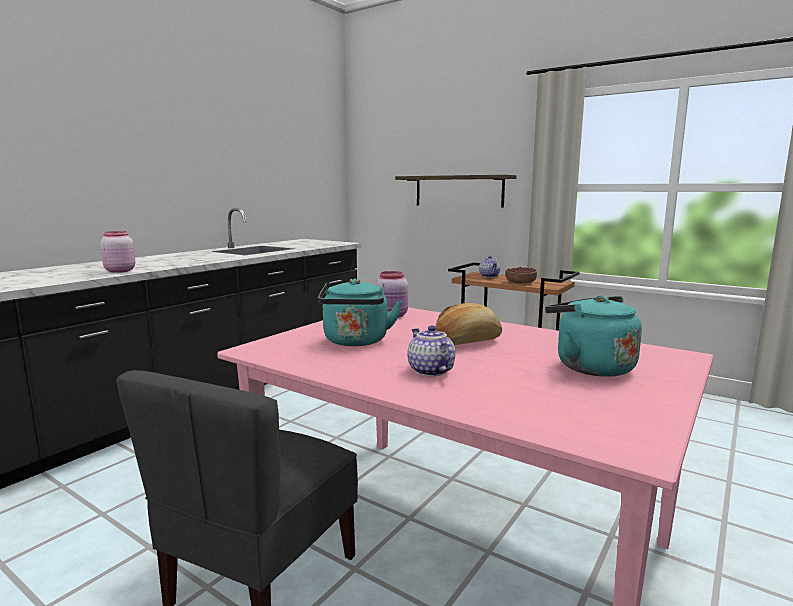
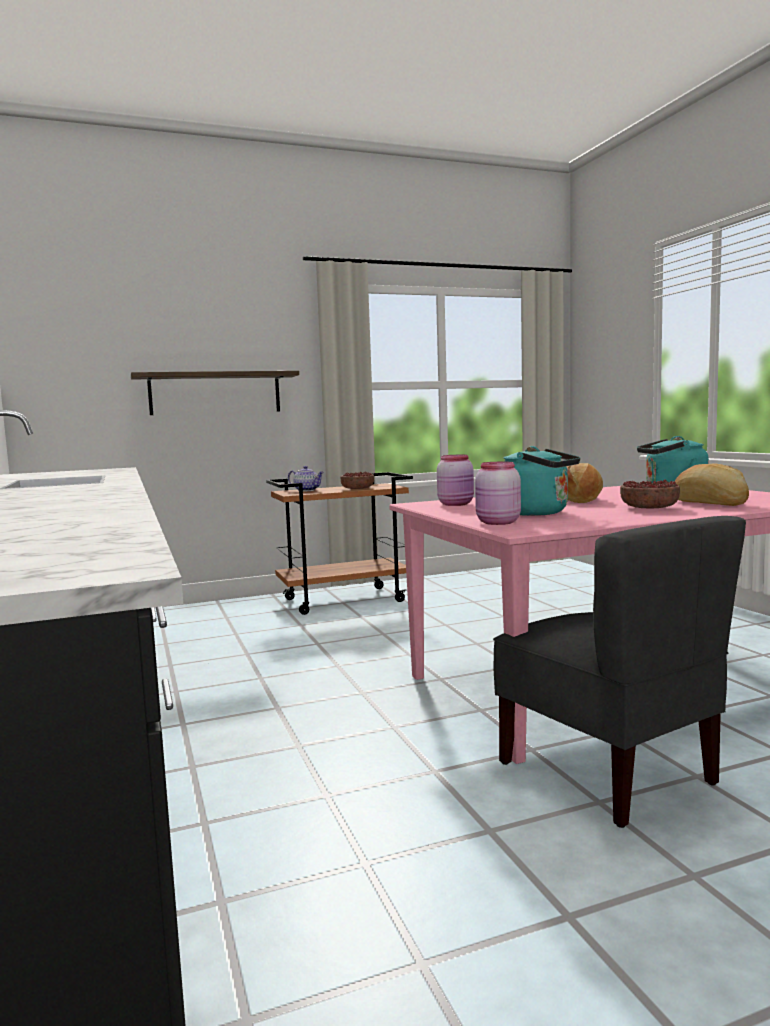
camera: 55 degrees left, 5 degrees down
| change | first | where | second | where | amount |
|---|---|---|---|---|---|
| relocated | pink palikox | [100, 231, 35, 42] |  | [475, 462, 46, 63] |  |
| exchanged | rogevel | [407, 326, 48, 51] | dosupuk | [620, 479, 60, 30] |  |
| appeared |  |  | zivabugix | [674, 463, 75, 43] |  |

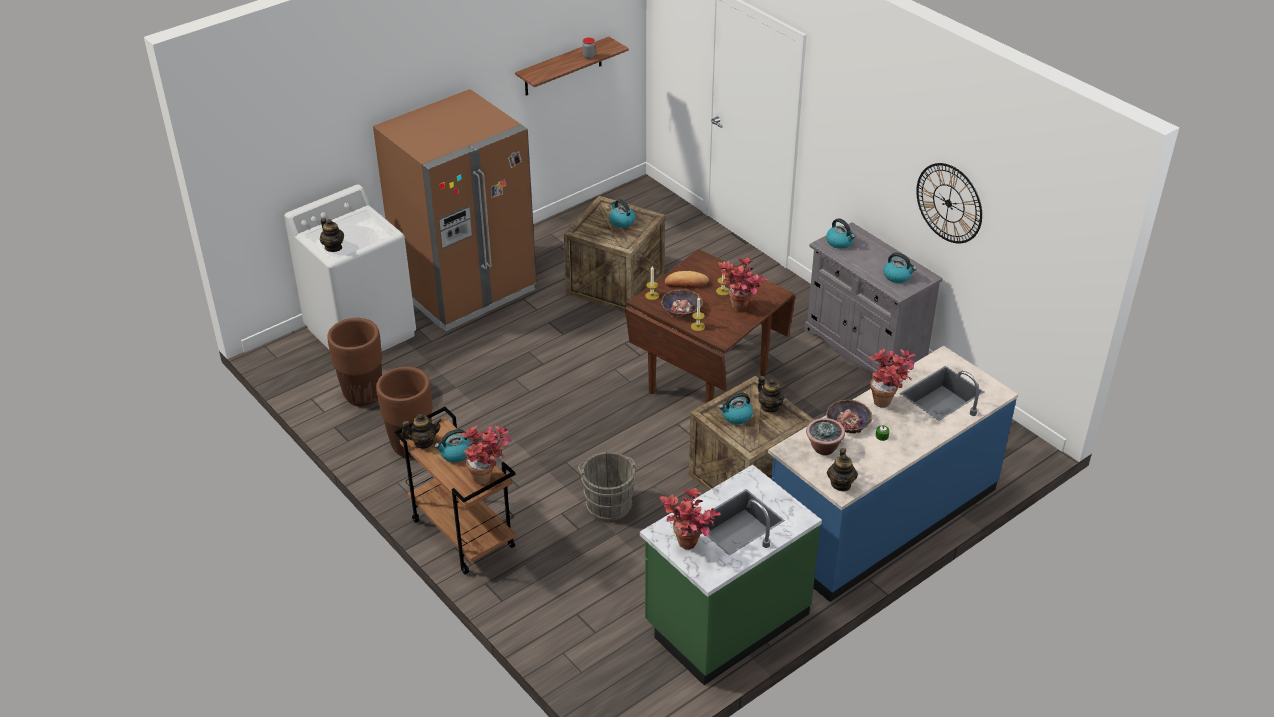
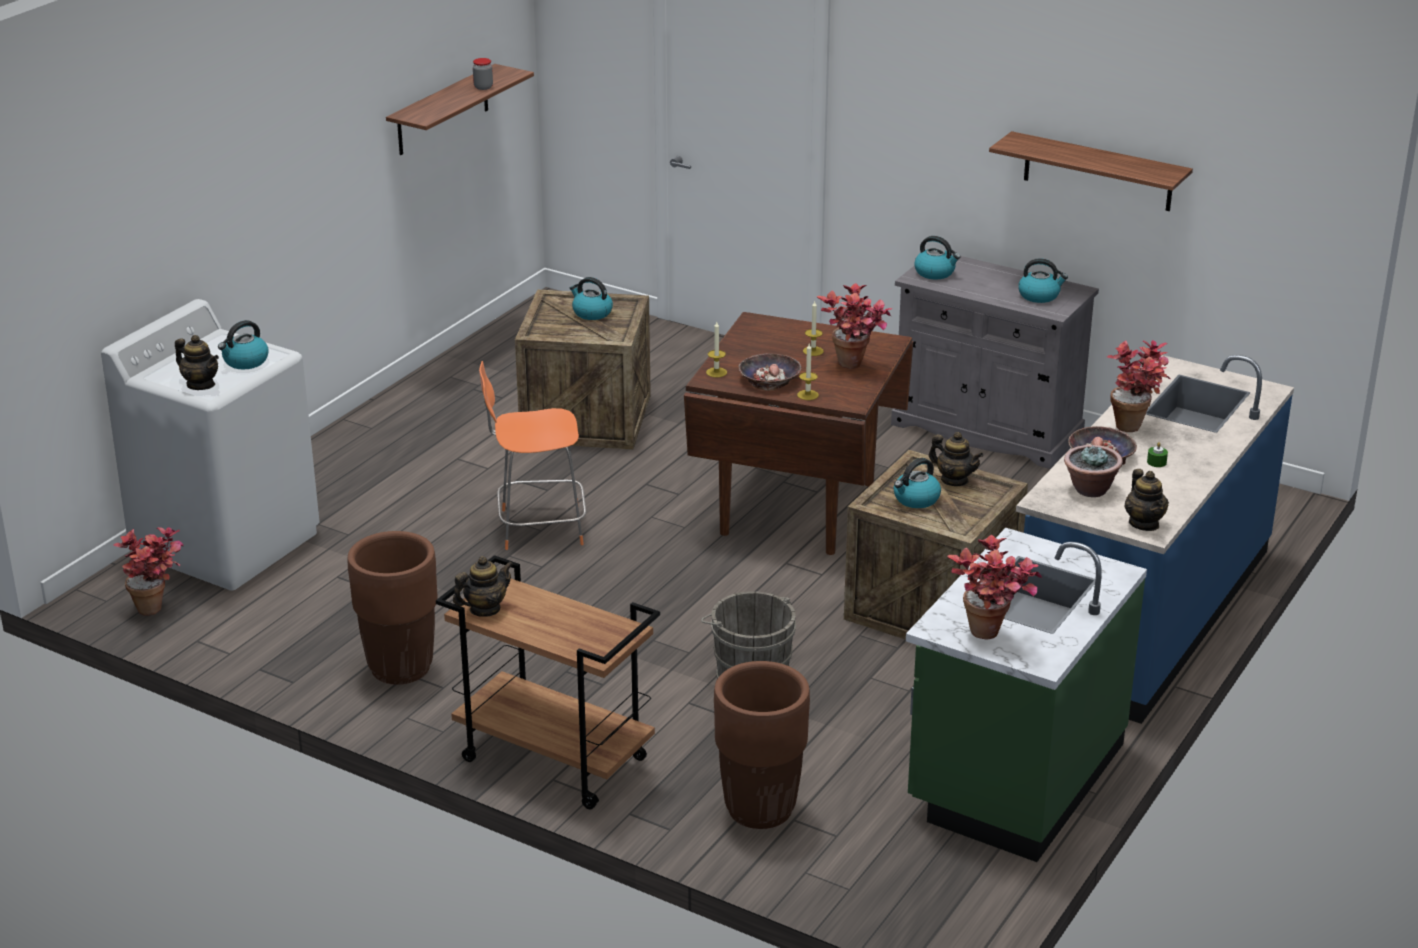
camera: 20 degrees left, 10 degrees down
| change | first | where | second | where | amount |
|---|---|---|---|---|---|
| relocated | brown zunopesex | [327, 318, 55, 88] |  | [714, 661, 96, 168] |  |
| missing | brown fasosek | [373, 89, 164, 242] |  |  |  |
| relocated | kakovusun | [434, 429, 38, 33] |  | [218, 320, 50, 49] |  |
| relocated | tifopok | [461, 425, 51, 60] |  | [113, 527, 70, 89] |  |
| missing | zivabugix | [665, 271, 44, 18] |  |  |  |
| exchanged | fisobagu | [916, 163, 66, 81] | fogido | [989, 131, 204, 80] |  |
| appeared |  |  | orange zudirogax | [479, 361, 107, 189] |  |

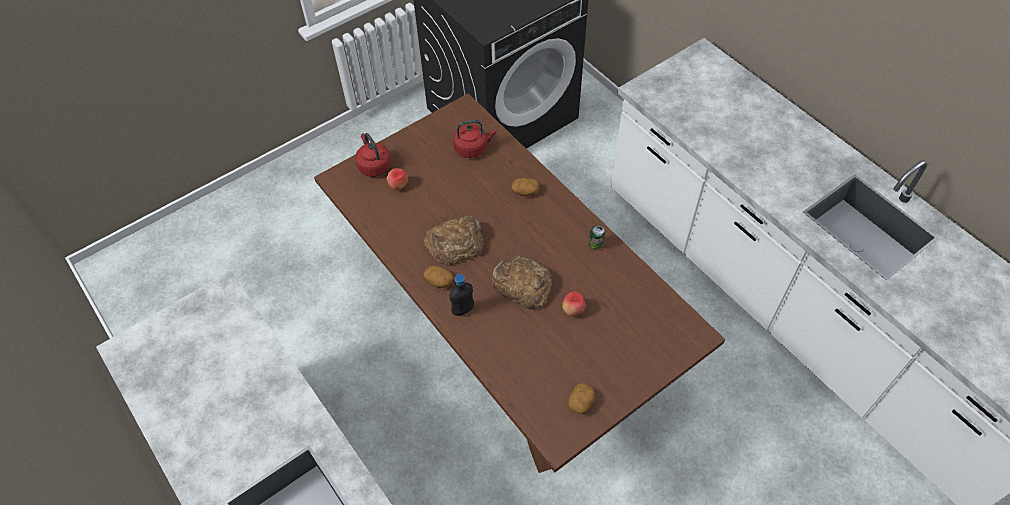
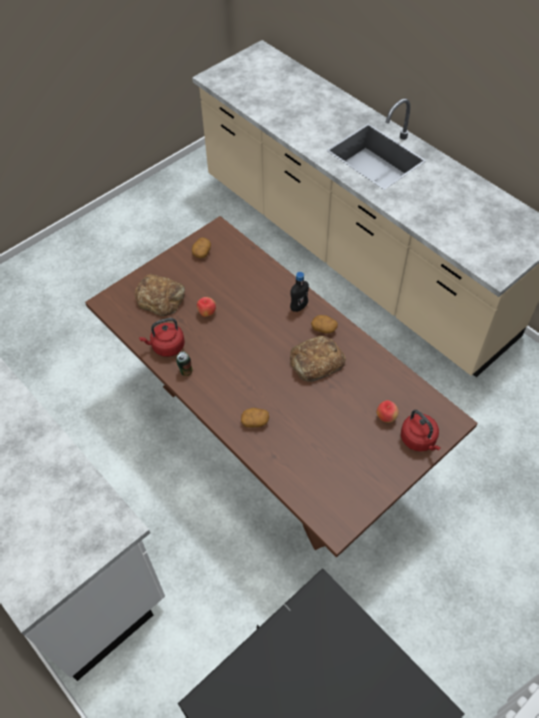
camera: 175 degrees right, 0 degrees up
| change | first | where | second | where | amount |
|---|---|---|---|---|---|
| relocated | red kakovusun | [453, 120, 43, 38] |  | [139, 318, 46, 39] |  |
| relocated | zivabugix | [492, 255, 60, 55] |  | [135, 274, 50, 42] |  |

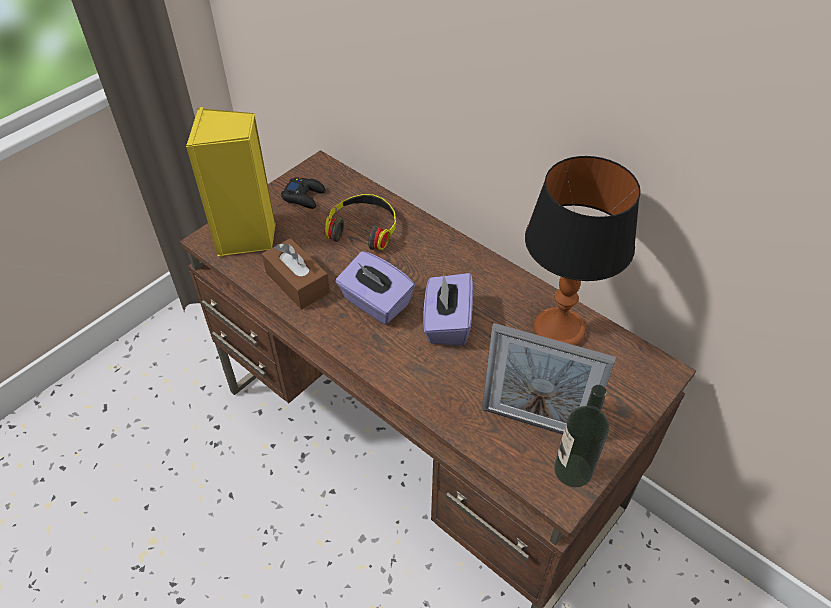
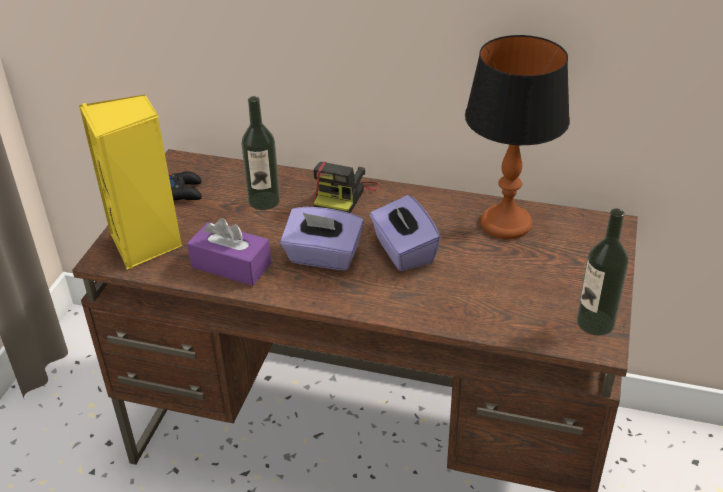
camera: 25 degrees left, 10 degrees down
| change | first | where | second | where | amount |
|---|---|---|---|---|---|
| colour | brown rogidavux | [262, 238, 68, 71] | purple rogidavux | [187, 218, 84, 68] |  |
| exchanged | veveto | [324, 194, 72, 56] | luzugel | [241, 96, 39, 114] |  |
| missing | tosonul | [482, 323, 134, 112] |  |  |  |
| appeared |  |  | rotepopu | [313, 162, 66, 51] |  |

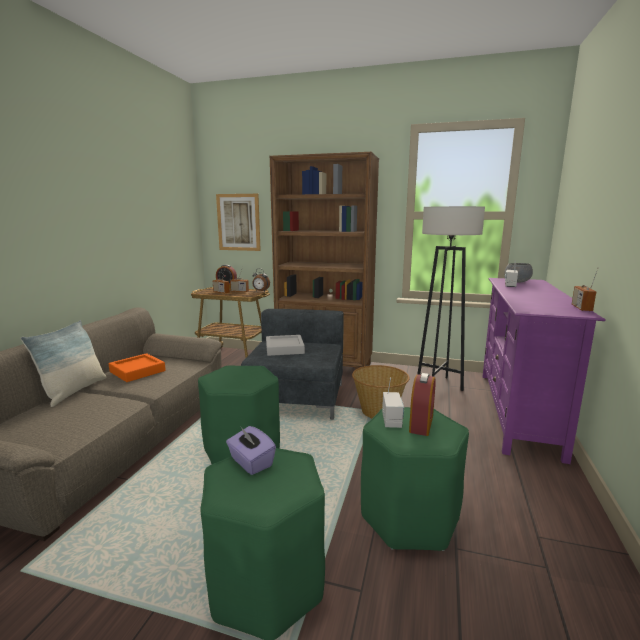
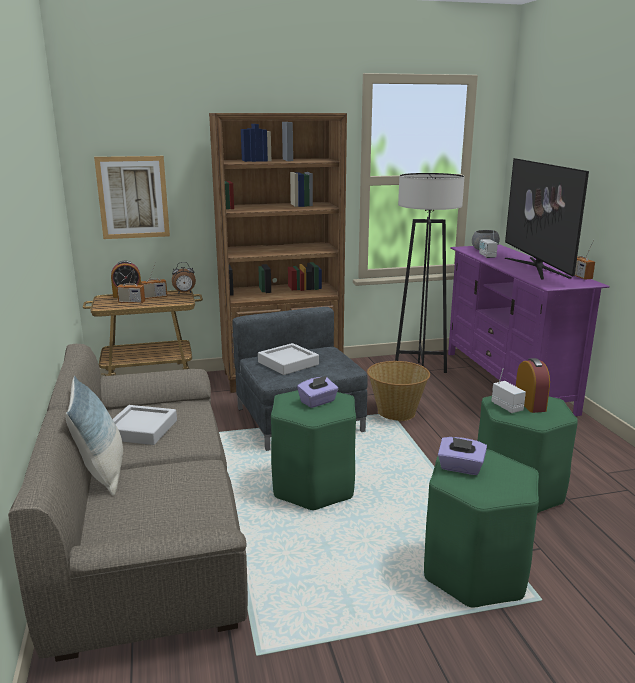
camera: 30 degrees left, 5 degrees up
| change | first | where | second | where | amount |
|---|---|---|---|---|---|
| colour | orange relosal | [109, 353, 57, 29] | grey relosal | [113, 405, 64, 40] |  |
| appeared |  |  | purple rogidavux | [297, 376, 41, 32] |  |
| appeared |  |  | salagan | [505, 158, 84, 121] |  |

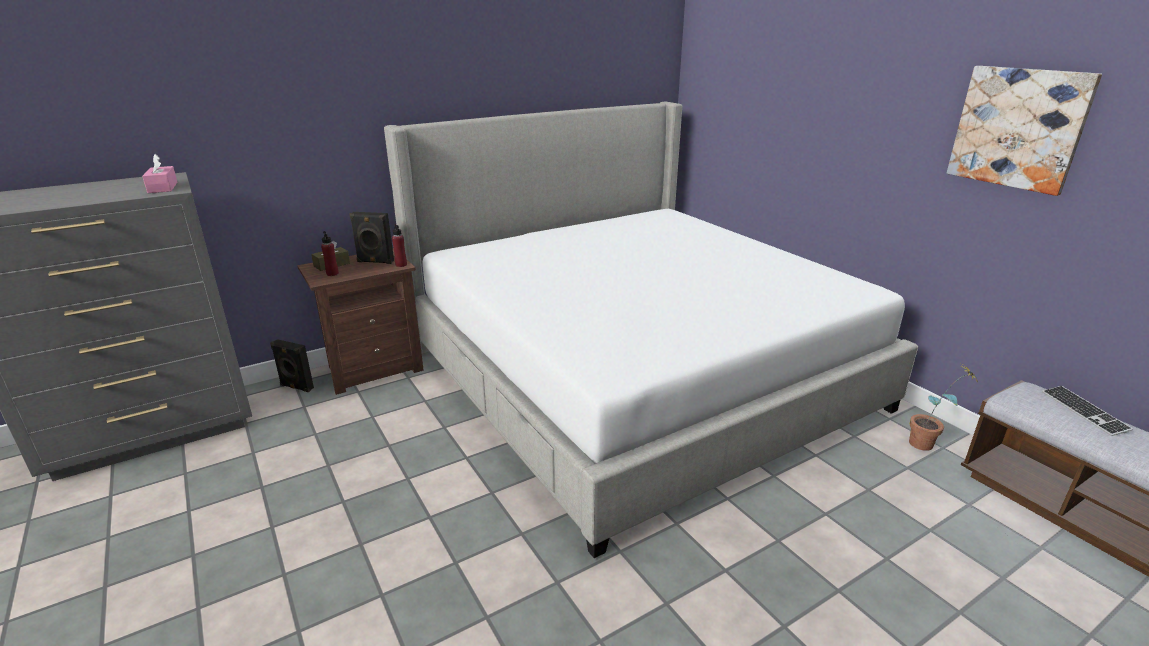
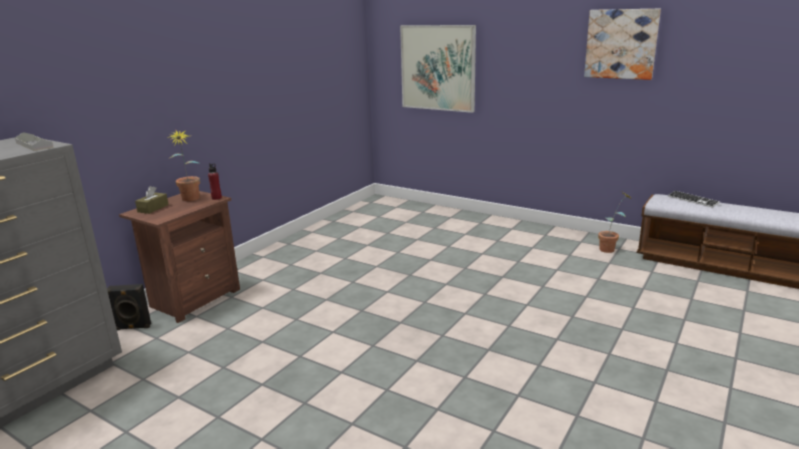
camera: 25 degrees left, 5 degrees down
| change | first | where | second | where | amount |
|---|---|---|---|---|---|
| exchanged | pink rogidavux | [142, 154, 35, 39] | grey relosal | [15, 132, 39, 19] |  |
| missing | red luzugel | [321, 231, 18, 45] |  |  |  |
| exchanged | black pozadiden | [349, 212, 45, 52] | tifopok | [167, 129, 33, 72] |  |
| missing | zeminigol | [384, 102, 534, 456] |  |  |  |
| appeared |  |  | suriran | [400, 25, 76, 88] |  |

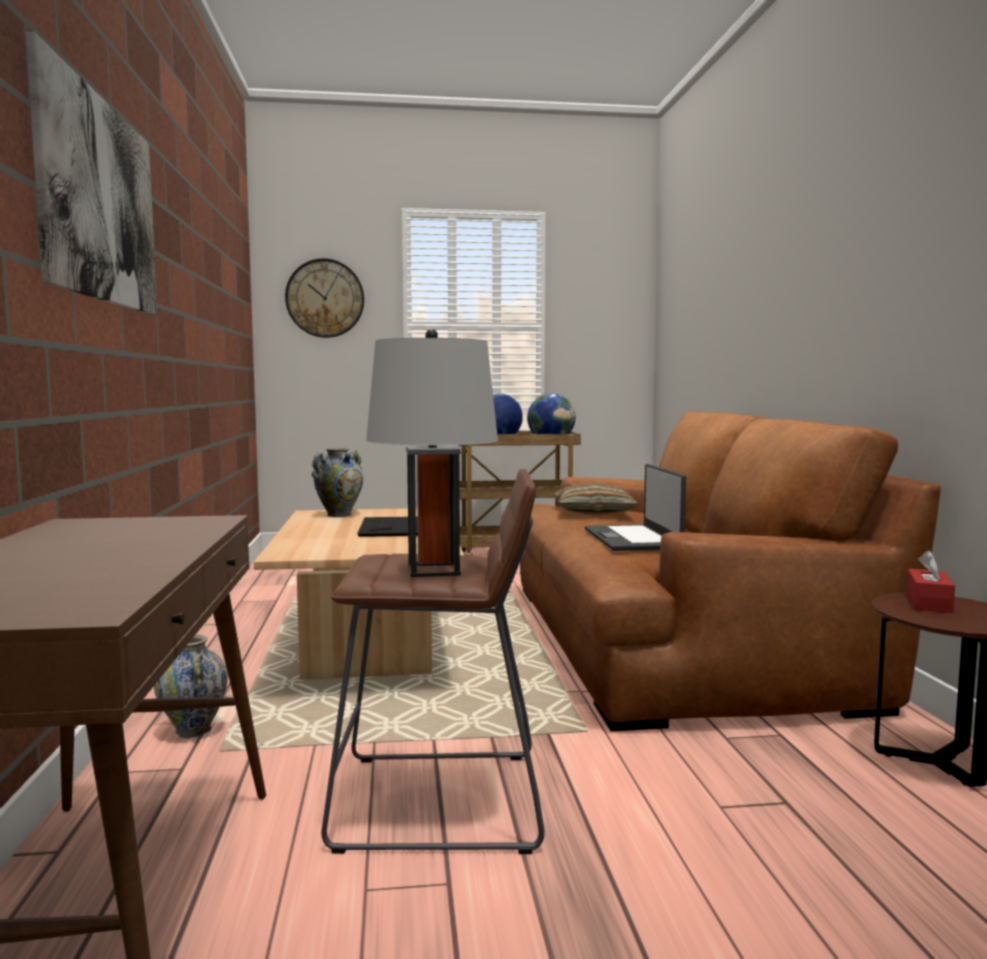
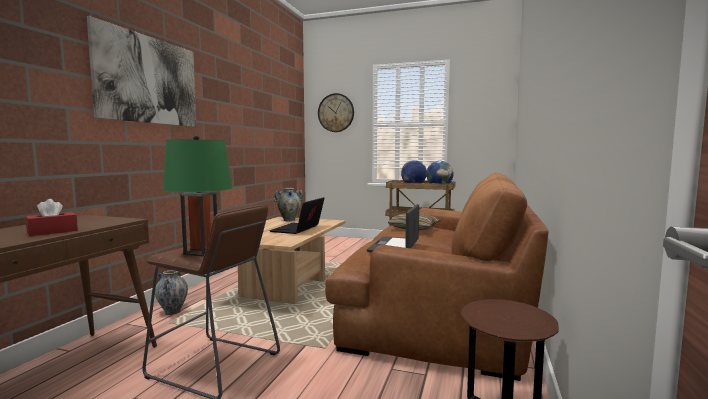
camera: 25 degrees right, 0 degrees up
| change | first | where | second | where | amount |
|---|---|---|---|---|---|
| colour | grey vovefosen | [366, 329, 132, 248] | green vovefosen | [163, 134, 69, 123] |  |
| relocated | red rogidavux | [906, 550, 49, 63] |  | [25, 199, 53, 37] |  |

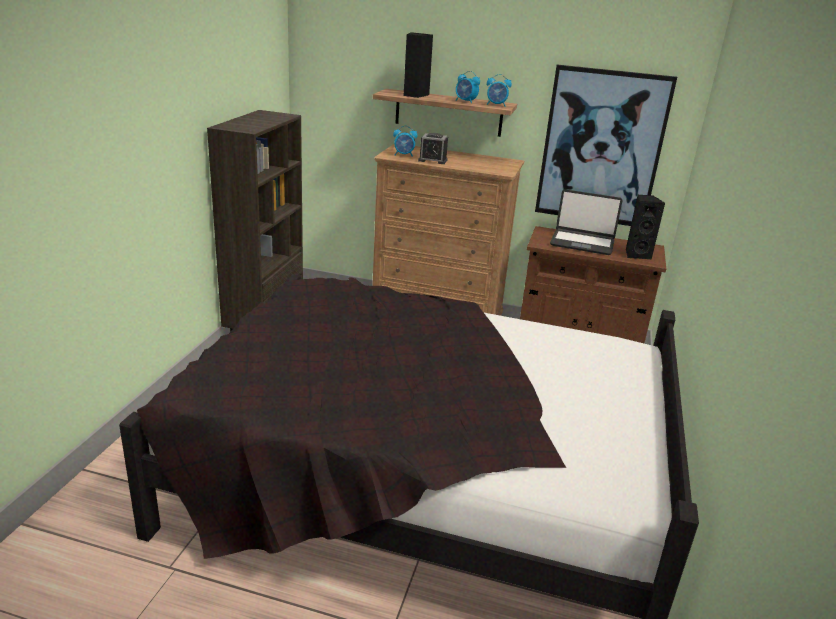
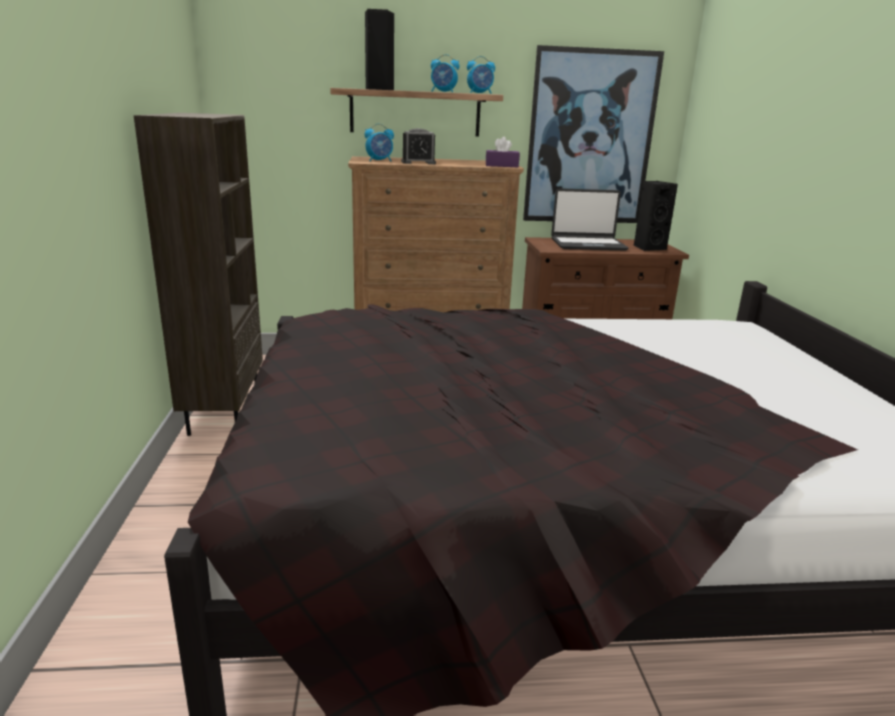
camera: 20 degrees left, 5 degrees down
| change | first | where | second | where | amount |
|---|---|---|---|---|---|
| appeared |  |  | purple rogidavux | [486, 137, 34, 30] |  |

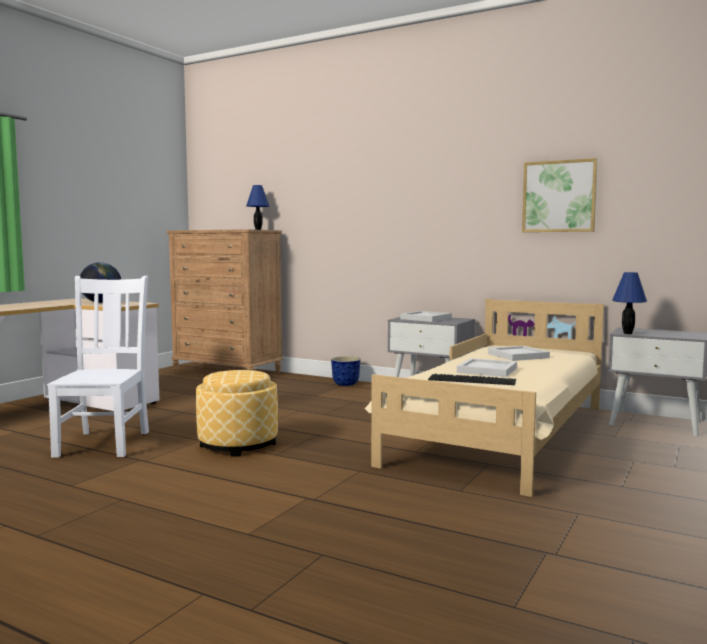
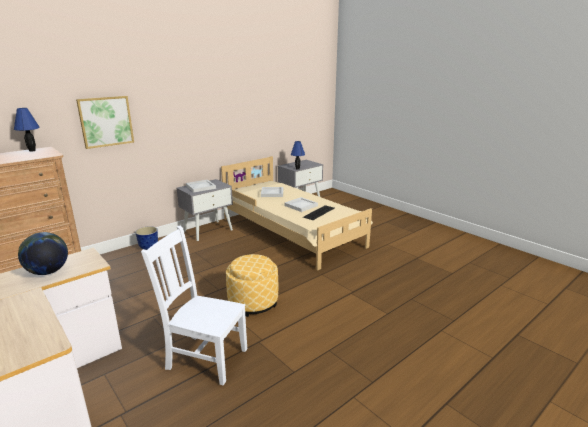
camera: 70 degrees left, 15 degrees up
| change | first | where | second | where | amount |
|---|---|---|---|---|---|
| relocated | suriran | [522, 158, 76, 74] |  | [76, 96, 58, 53] |  |

